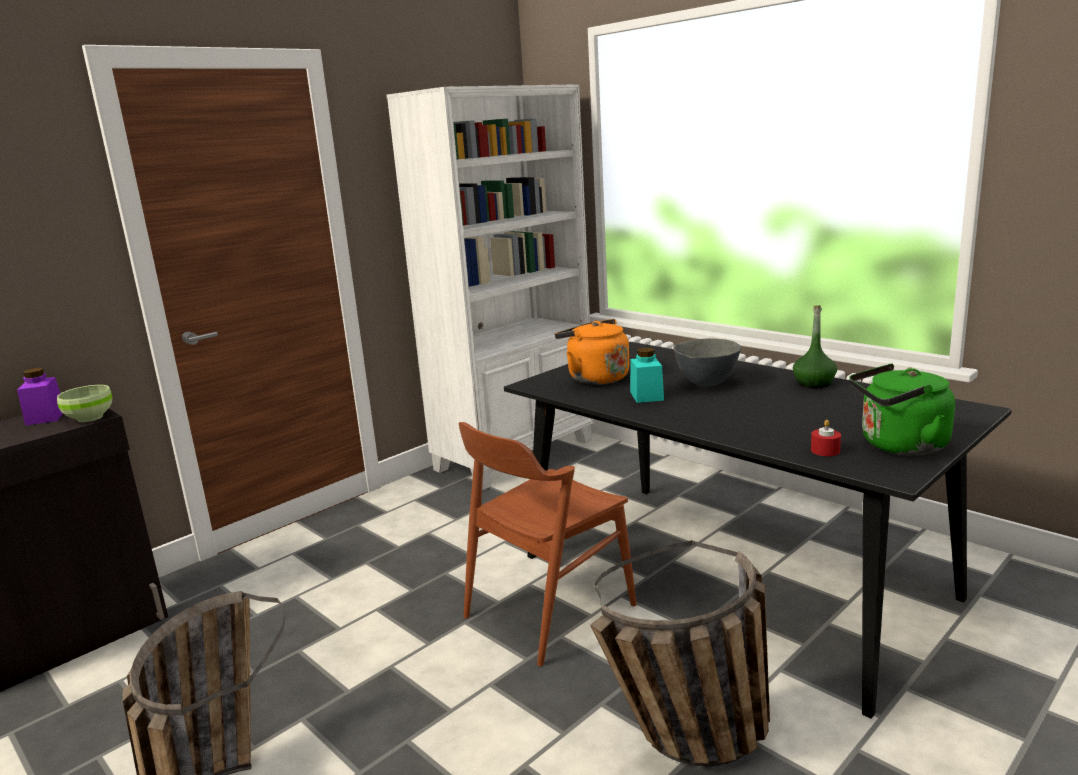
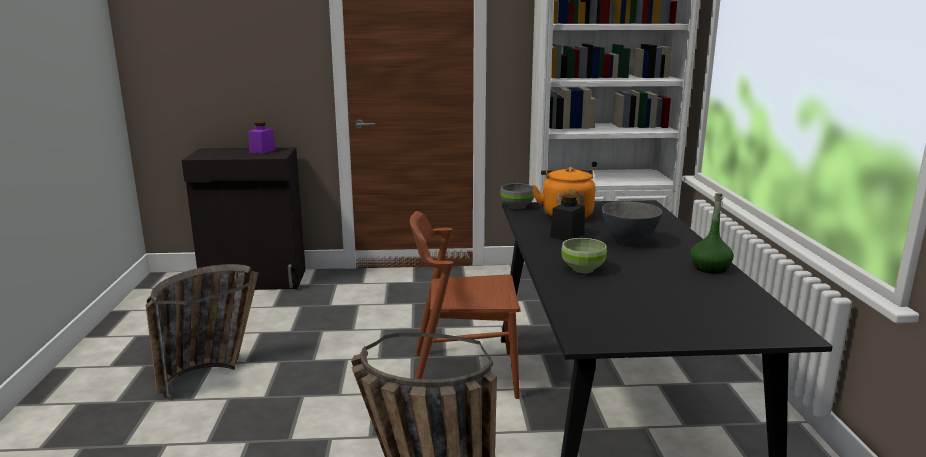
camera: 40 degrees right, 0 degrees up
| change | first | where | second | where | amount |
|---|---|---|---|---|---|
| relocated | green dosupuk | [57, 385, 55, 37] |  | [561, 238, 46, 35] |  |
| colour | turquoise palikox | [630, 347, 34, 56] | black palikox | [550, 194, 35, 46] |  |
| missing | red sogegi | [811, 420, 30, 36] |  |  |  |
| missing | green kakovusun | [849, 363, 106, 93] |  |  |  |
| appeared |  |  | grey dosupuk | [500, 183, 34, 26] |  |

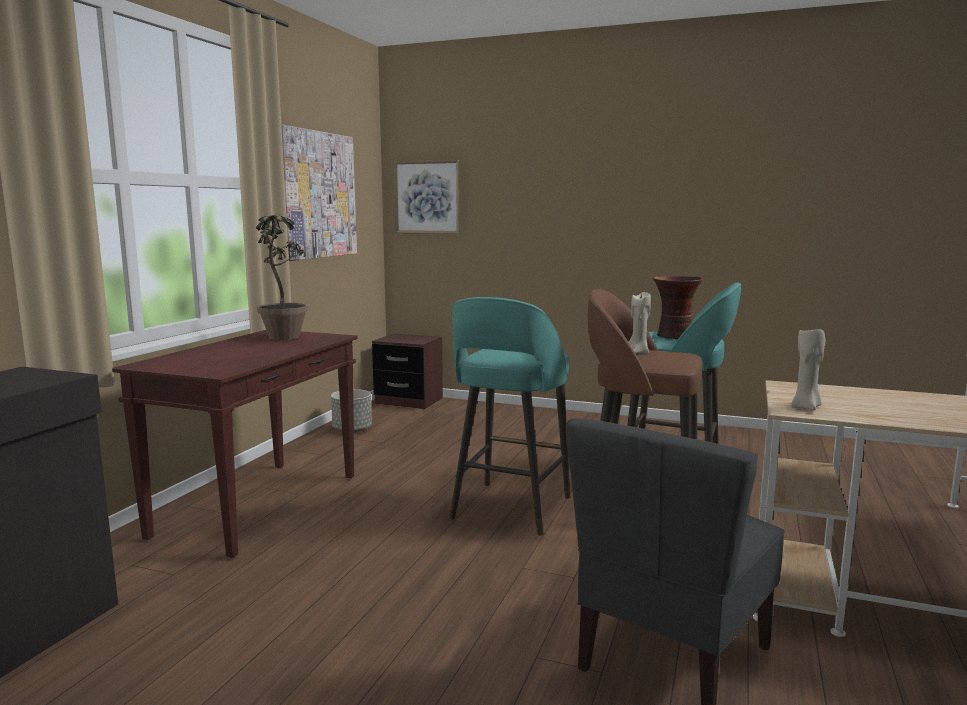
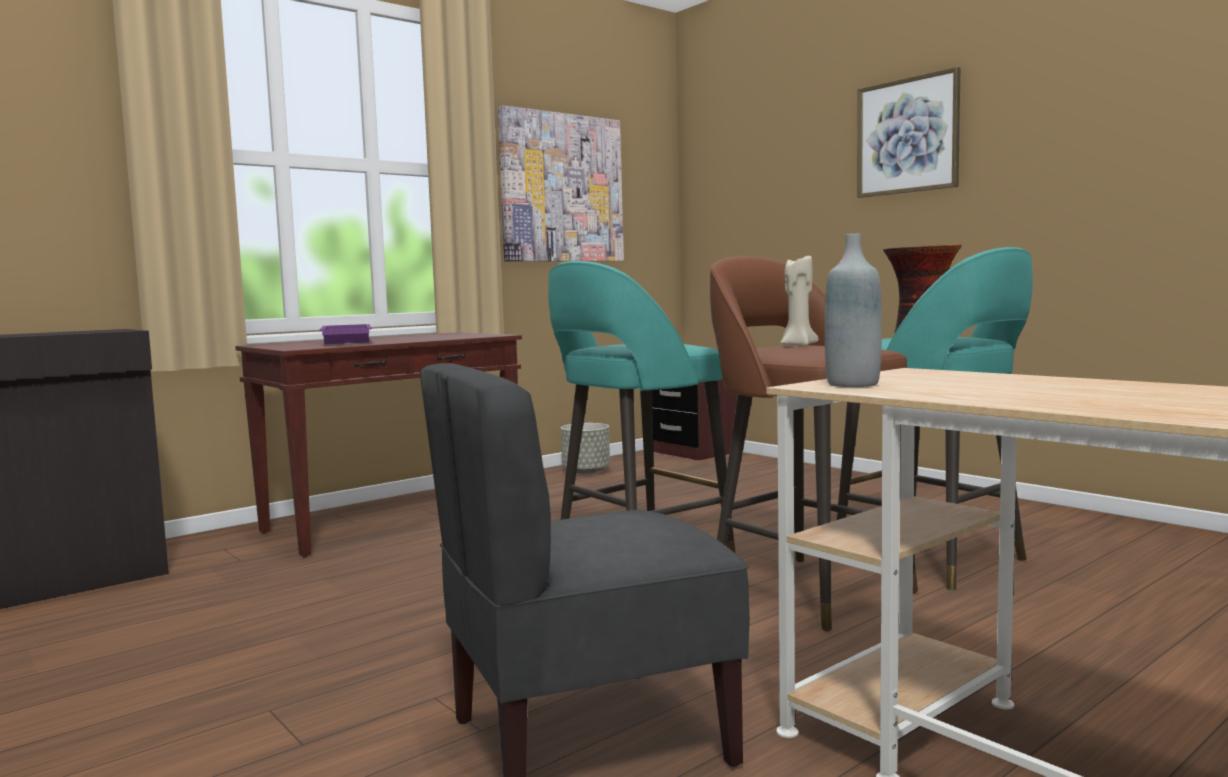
camera: 30 degrees right, 5 degrees down
| change | first | where | second | where | amount |
|---|---|---|---|---|---|
| missing | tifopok | [256, 215, 52, 125] |  |  |  |
| relocated | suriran | [394, 160, 66, 74] |  | [857, 67, 104, 131] |  |
| exchanged | beige sogegi | [791, 328, 34, 82] | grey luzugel | [825, 234, 57, 153] |  |
| appeared |  |  | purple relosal | [319, 324, 53, 20] |  |

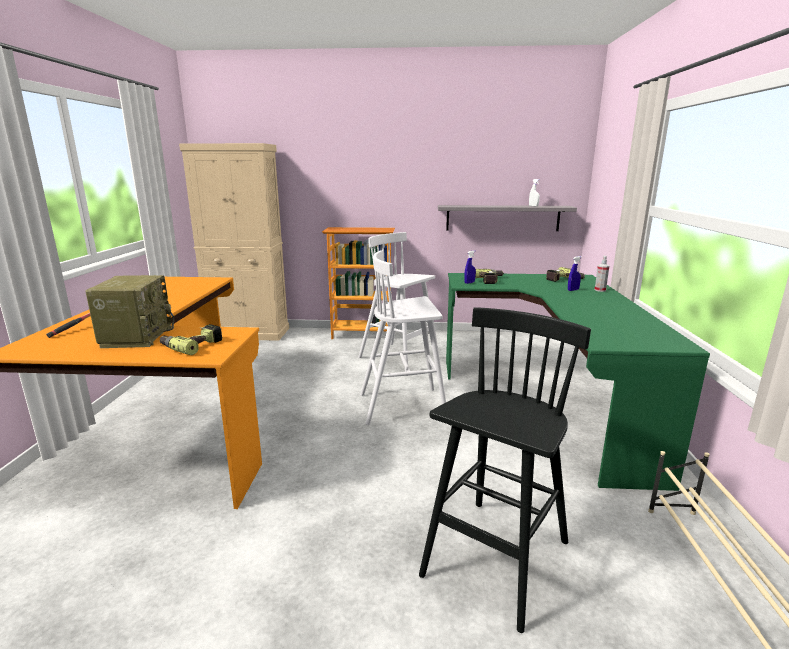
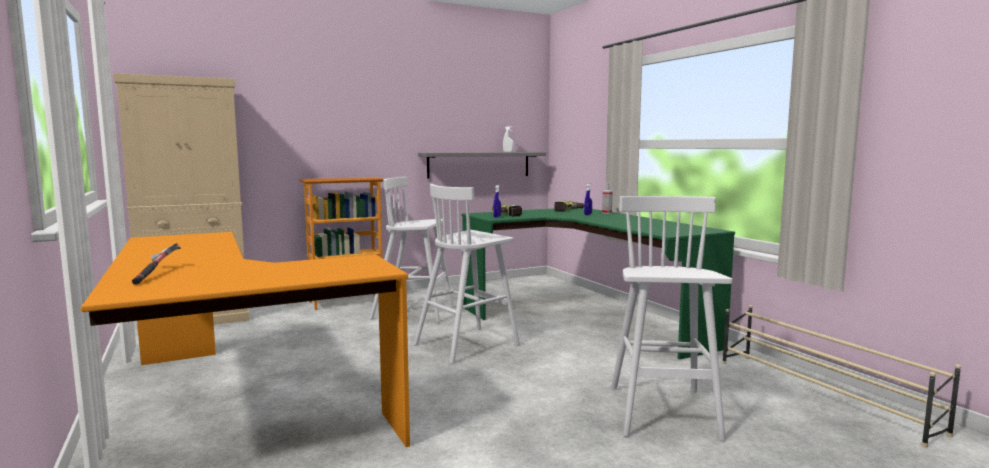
camera: 30 degrees left, 10 degrees down
| change | first | where | second | where | amount |
|---|---|---|---|---|---|
| missing | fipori | [85, 275, 89, 73] |  |  |  |
| missing | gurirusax | [160, 324, 63, 31] |  |  |  |
| colour | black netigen | [419, 307, 172, 326] | white netigen | [611, 196, 122, 245] |  |

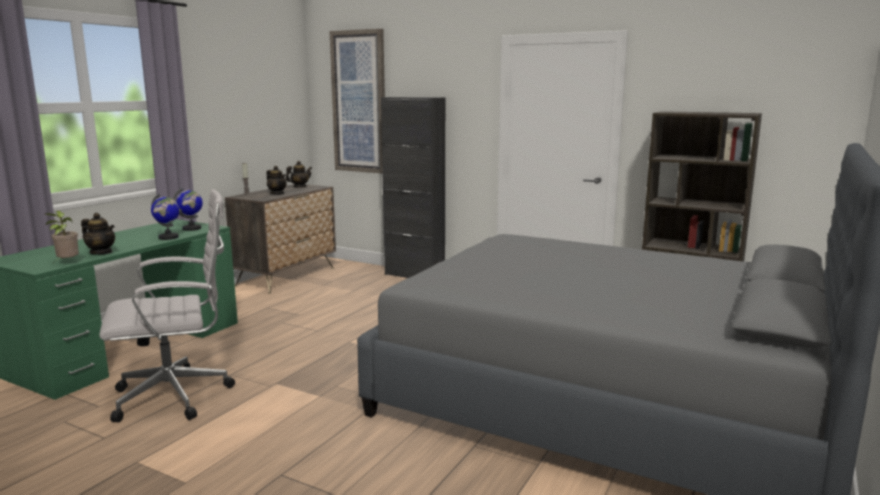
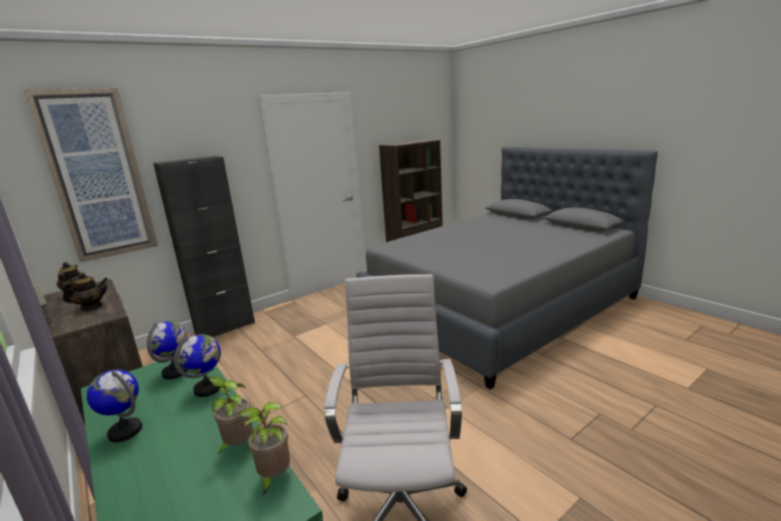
camera: 65 degrees left, 5 degrees up
| change | first | where | second | where | amount |
|---|---|---|---|---|---|
| exchanged | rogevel | [81, 213, 34, 41] | tifopok | [201, 376, 52, 79] |  |
| appeared |  |  | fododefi | [87, 370, 55, 72] |  |

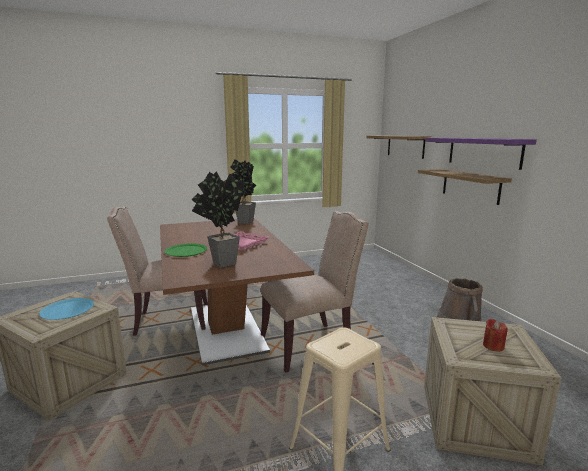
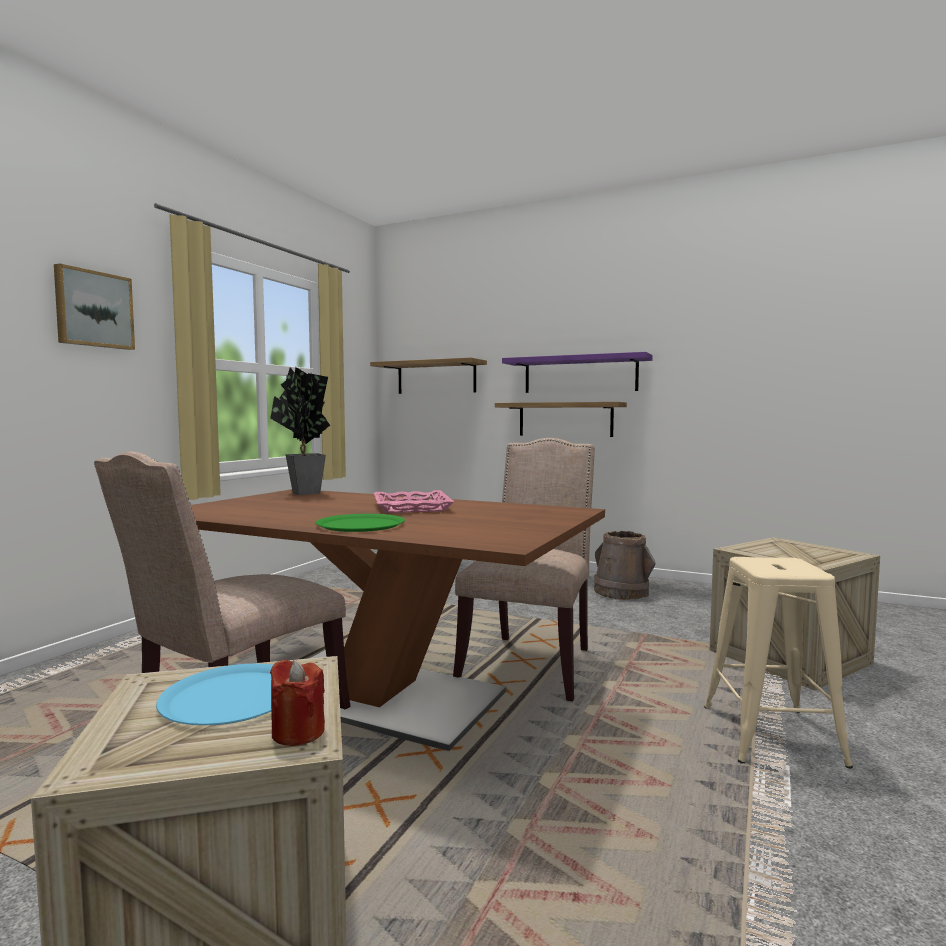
camera: 45 degrees left, 10 degrees down
| change | first | where | second | where | amount |
|---|---|---|---|---|---|
| missing | tifopok | [192, 171, 53, 97] |  |  |  |
| relocated | red sogegi | [483, 319, 25, 33] |  | [270, 660, 55, 86] |  |
| appeared |  |  | suriran | [54, 263, 81, 87] |  |

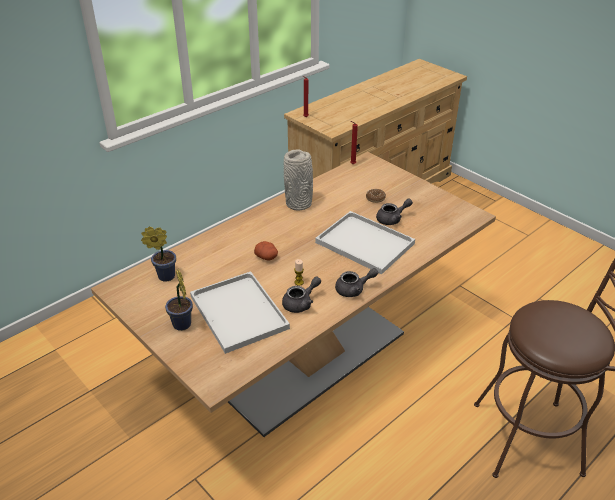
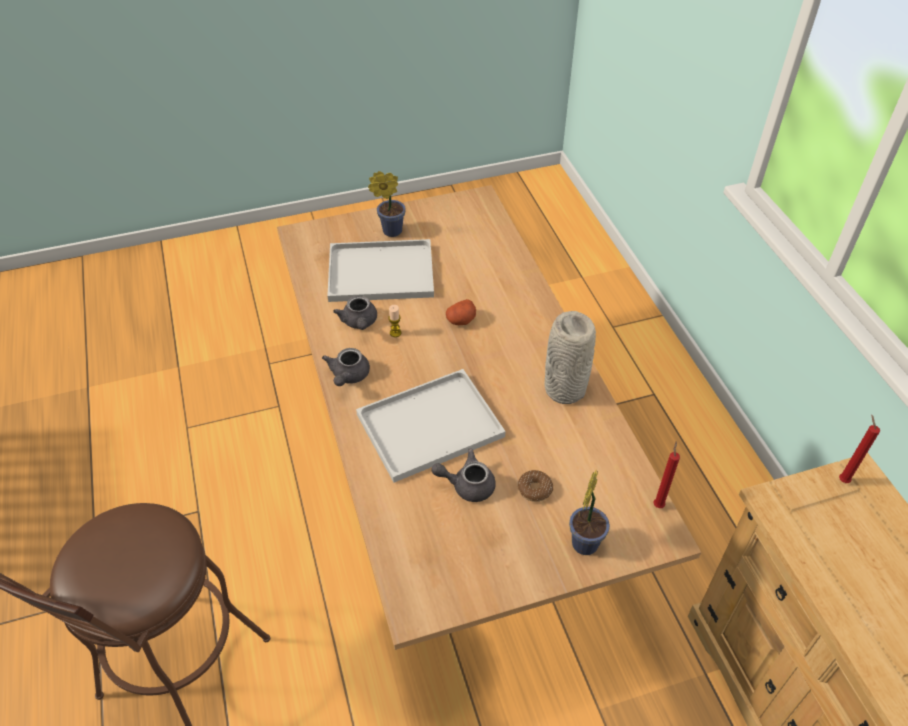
camera: 115 degrees right, 10 degrees up
| change | first | where | second | where | amount |
|---|---|---|---|---|---|
| relocated | tifopok | [141, 227, 35, 55] |  | [569, 469, 41, 86] |  |
| spun | grey rogevel | [376, 198, 37, 27] |  | [431, 448, 65, 54] | 90 degrees clockwise |

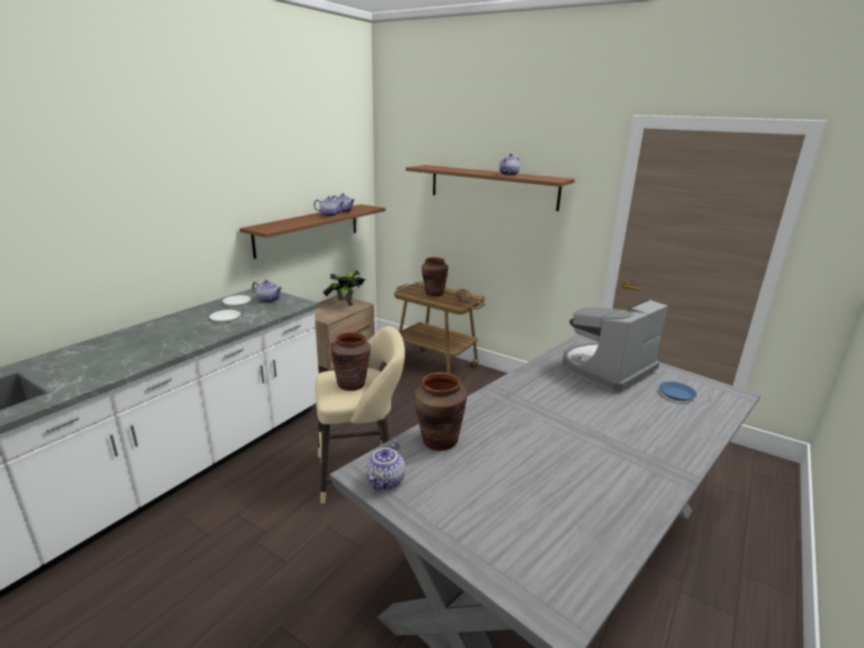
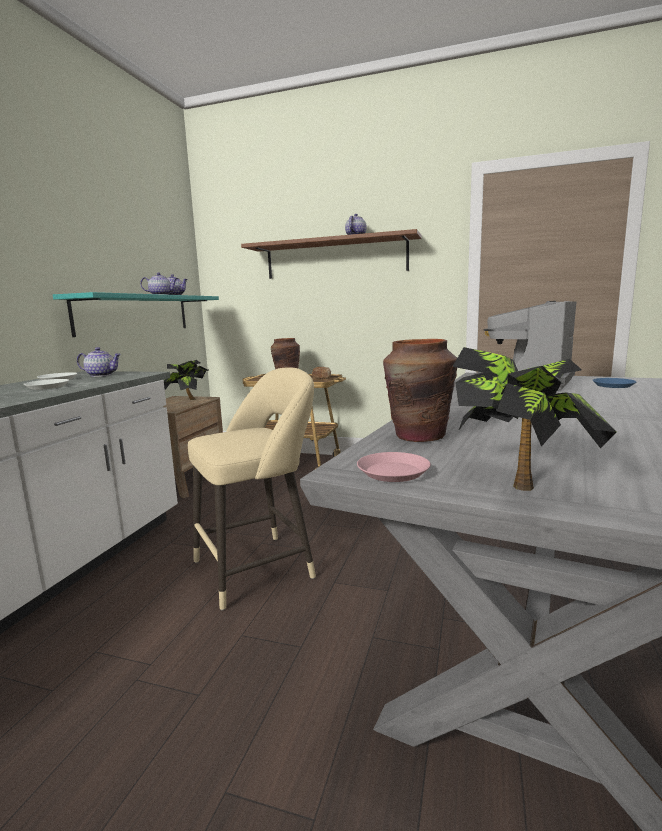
camera: 15 degrees left, 10 degrees down
| change | first | where | second | where | amount |
|---|---|---|---|---|---|
| colour | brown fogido | [240, 204, 146, 55] | turquoise fogido | [53, 292, 166, 45] |  |
| missing | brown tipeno | [331, 332, 40, 59] |  |  |  |
| exchanged | rogevel | [366, 441, 39, 50] | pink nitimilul | [357, 452, 74, 30] |  |
| appeared |  |  | tifopok | [452, 347, 165, 144] |  |

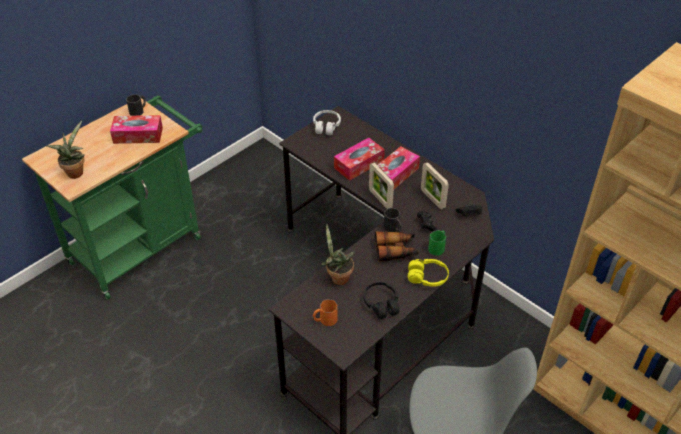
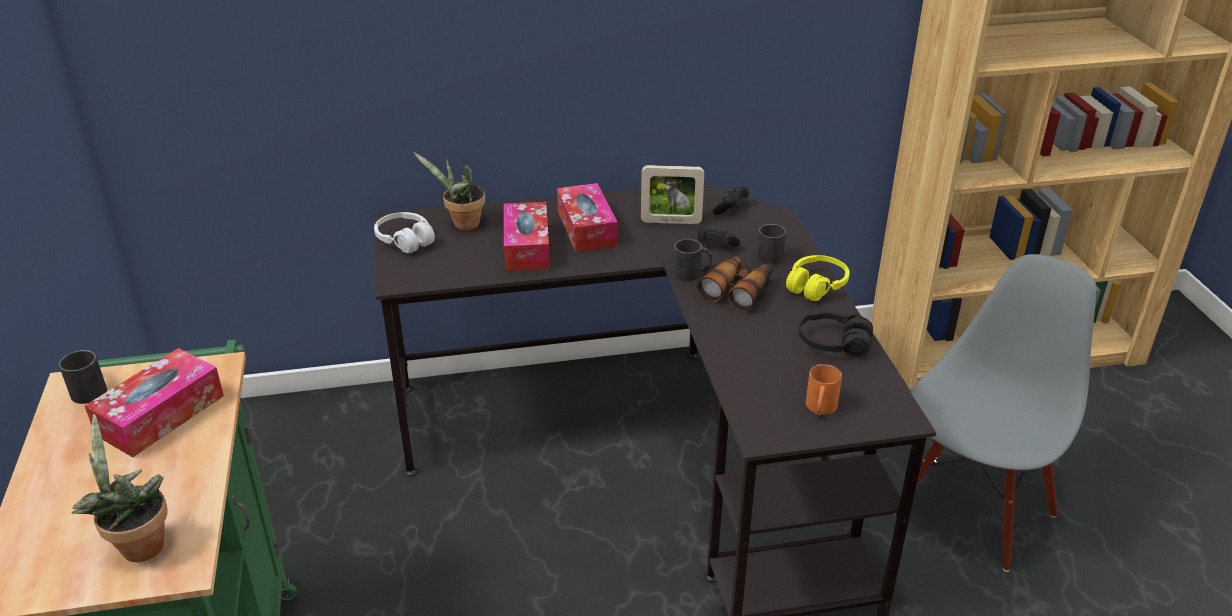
camera: 55 degrees left, 10 degrees down
| change | first | where | second | where | amount |
|---|---|---|---|---|---|
| relocated | tifopok | [321, 224, 33, 61] |  | [413, 152, 72, 78] |  |
| missing | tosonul | [369, 163, 25, 46] |  |  |  |
| colour | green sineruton | [428, 230, 18, 26] | black sineruton | [757, 224, 29, 41] |  |

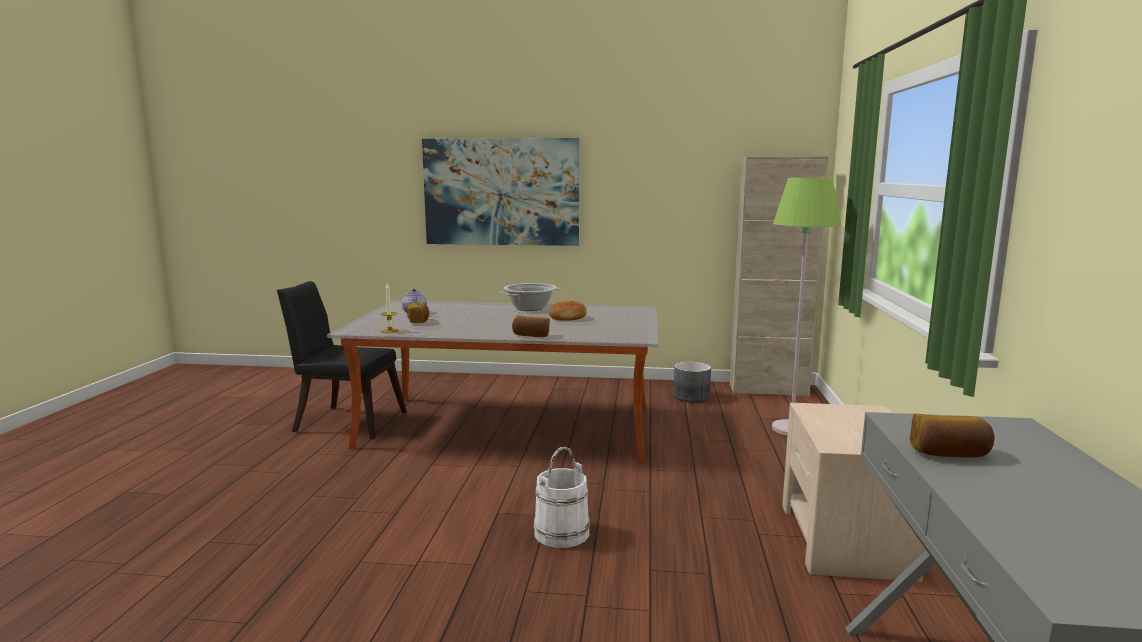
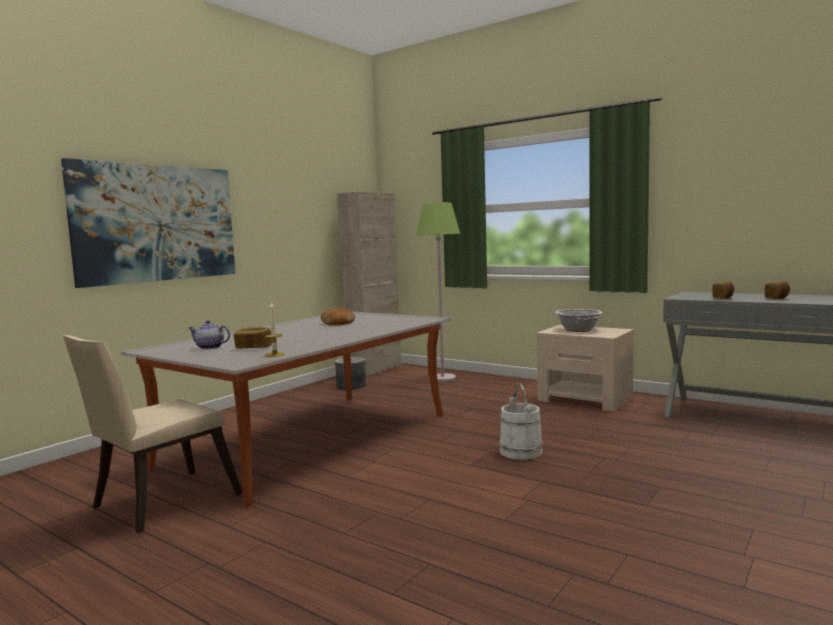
camera: 60 degrees left, 5 degrees down
| change | first | where | second | where | amount |
|---|---|---|---|---|---|
| colour | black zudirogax | [277, 281, 130, 158] | beige zudirogax | [63, 335, 180, 198] |  |
| relocated | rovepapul | [500, 283, 60, 28] |  | [555, 309, 48, 23] |  |
| relocated | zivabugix | [512, 315, 38, 22] |  | [765, 281, 25, 18] |  |

